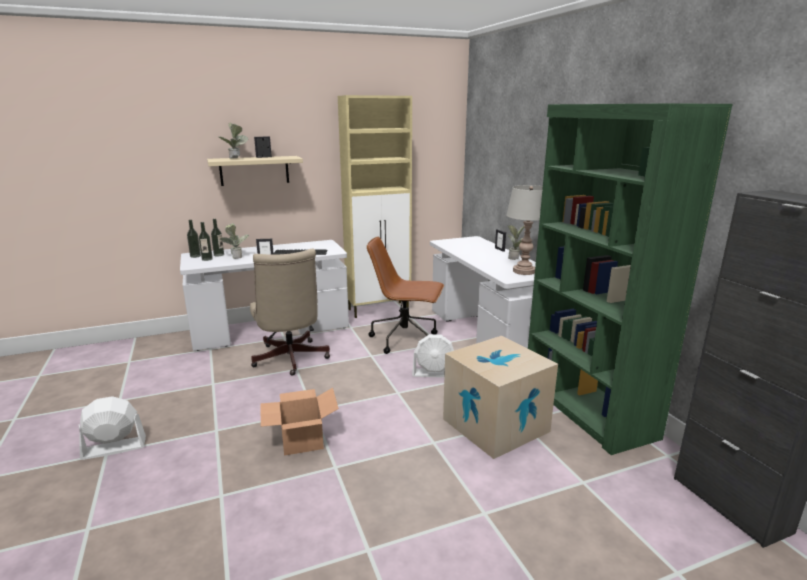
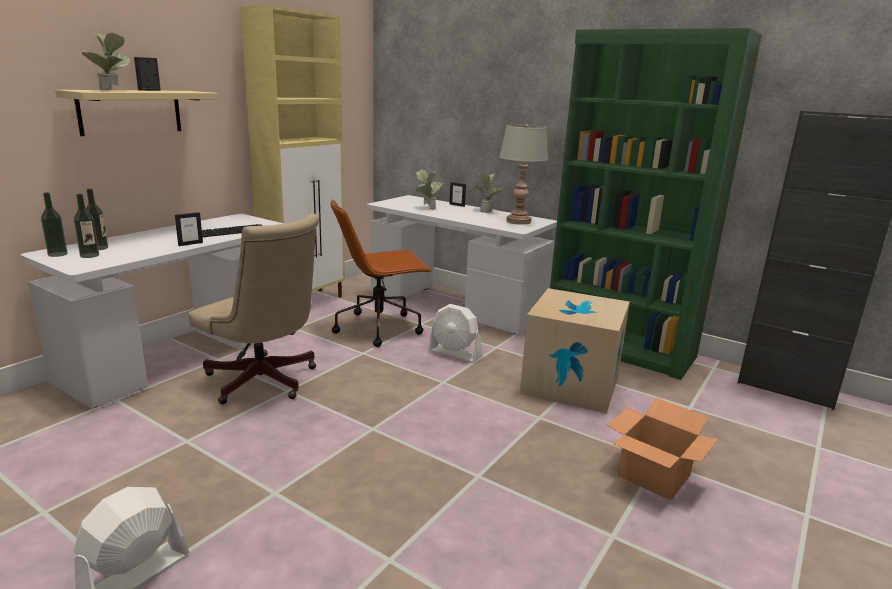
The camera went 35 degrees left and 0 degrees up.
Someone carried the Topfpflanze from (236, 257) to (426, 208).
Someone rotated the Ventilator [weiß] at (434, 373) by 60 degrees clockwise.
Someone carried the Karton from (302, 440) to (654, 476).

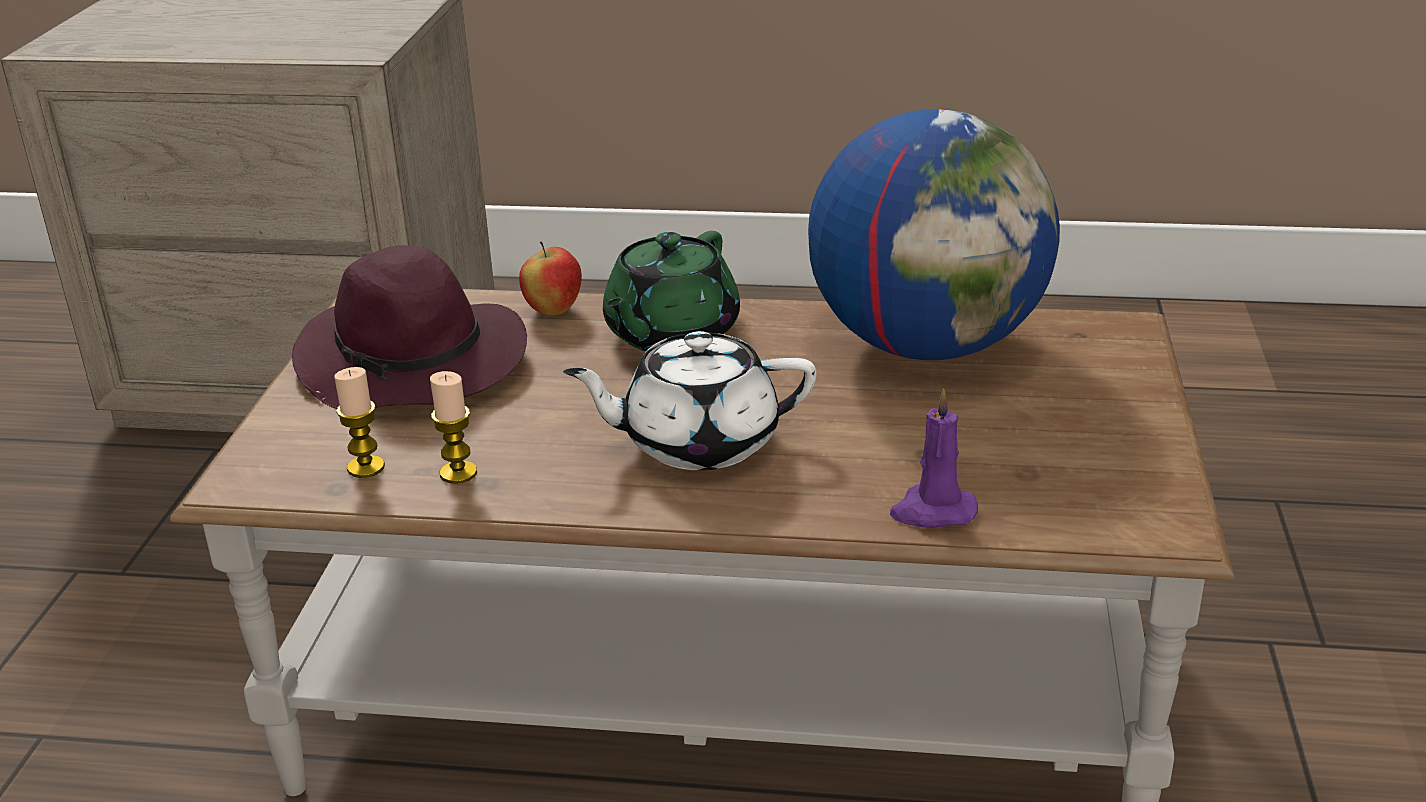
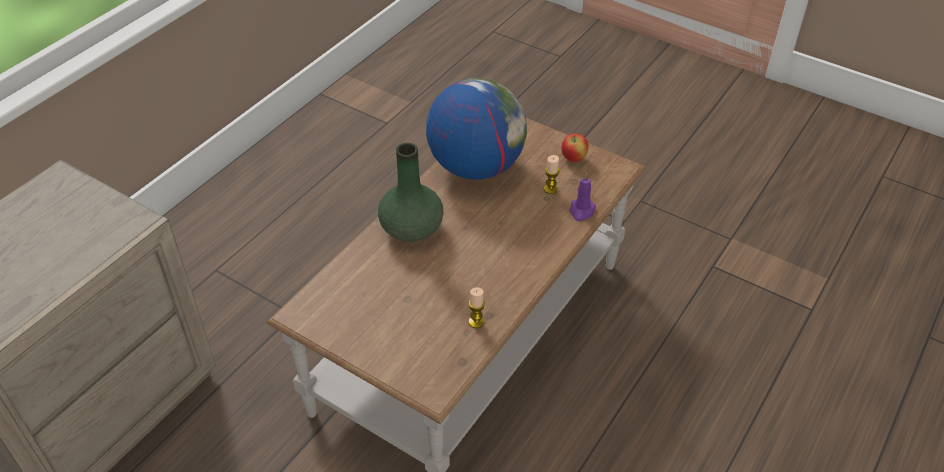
The camera went 65 degrees left and 15 degrees up.
Someone swapped the Teekanne [grün] at (670, 334) for the Vase [grün] at (412, 229).
Someone carried the Apfel from (553, 311) to (573, 159).
Someone took away the Hut [lila] at (414, 363).
Someone took away the Teekanne [weiß] at (697, 442).
Someone carried the Kerze from (366, 467) to (550, 189).

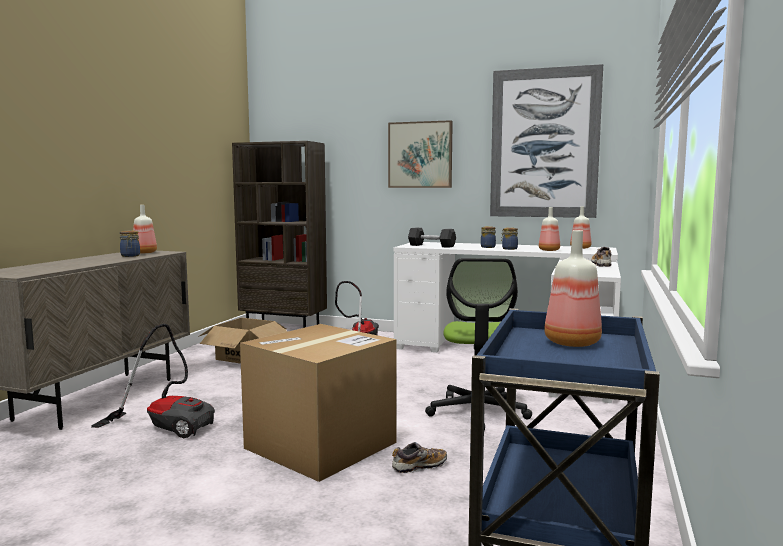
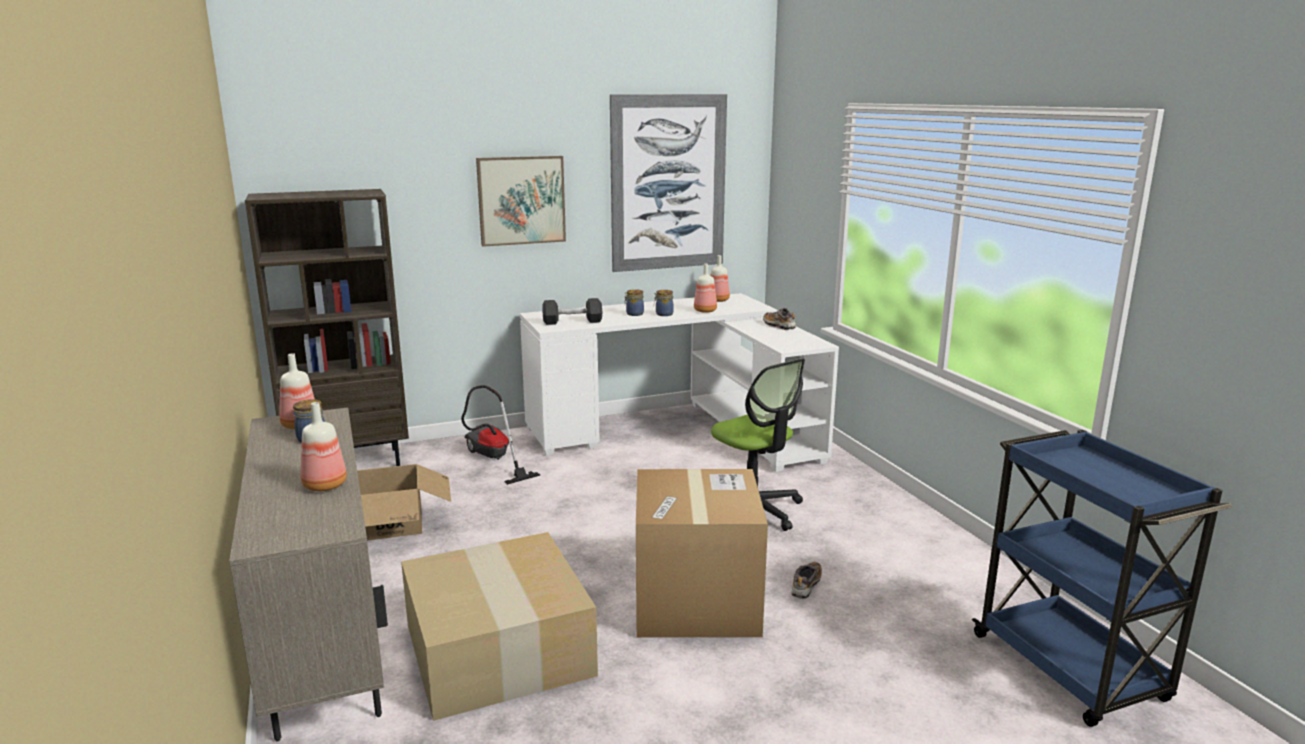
The camera went 40 degrees left and 10 degrees up.
Someone carried the Flasche from (570, 343) to (323, 486).
Someone swapped the Staubsauger at (167, 425) for the Karton at (501, 650).

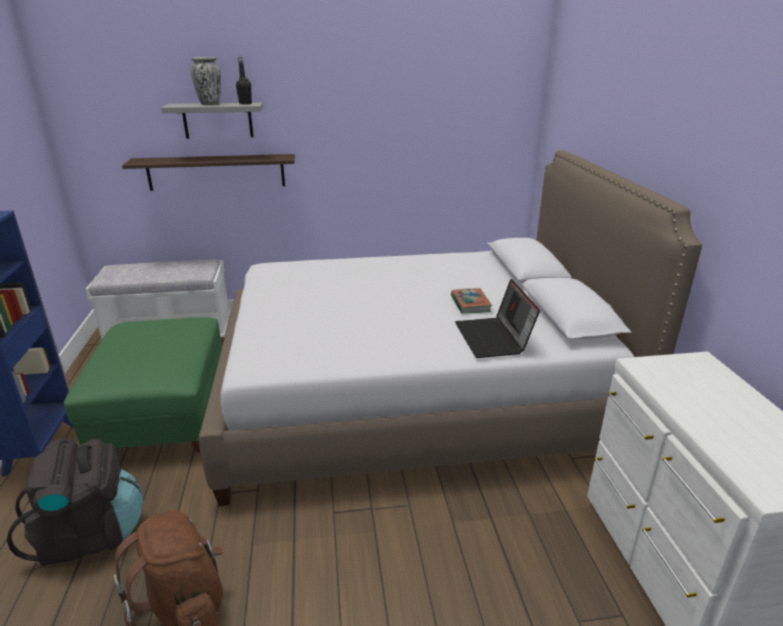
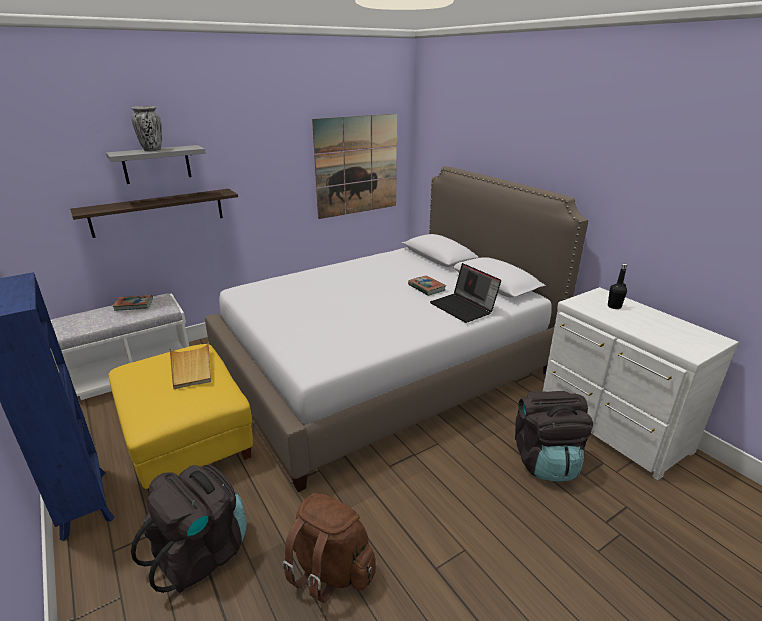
The camera went 25 degrees left and 0 degrees up.
Someone carried the Flasche [schwarz] from (245, 103) to (614, 306).
Someone repainted the Polsterhocker [grün] at (164, 416), which became the Polsterhocker [gelb] at (188, 441).
Someone put up the Bild at (357, 166).
Someone put down the Buch at (134, 305).
Someone put down the Tablett [beige] at (191, 367).
Someone put down the Rucksack [schwarz] at (545, 460).

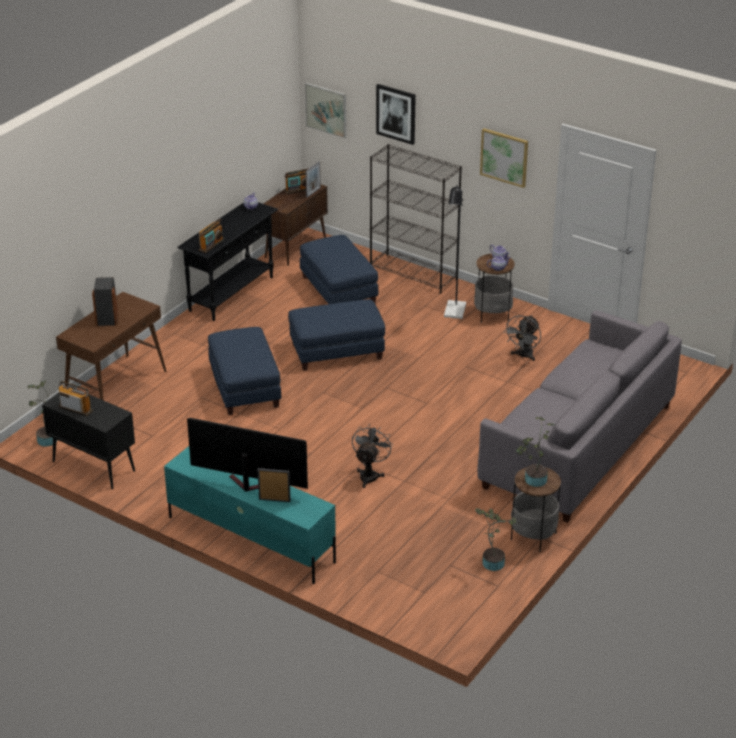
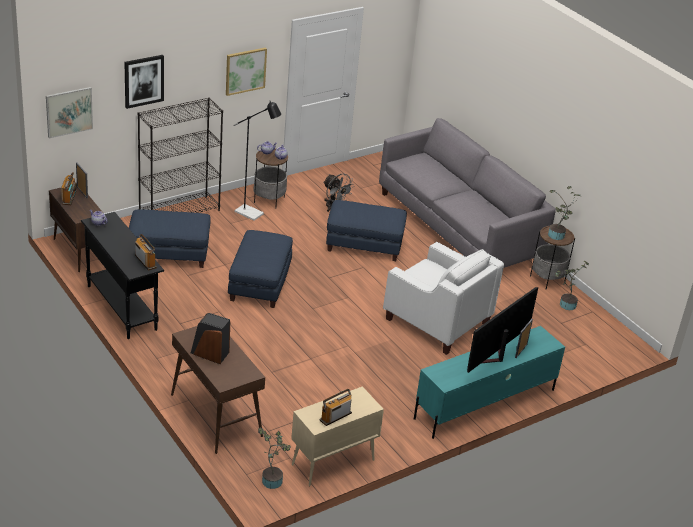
The camera went 70 degrees left and 0 degrees up.
Someone carried the Polsterhocker [blau] from (245, 388) to (364, 244).
Someone repainted the Schrank [schwarz] at (93, 466), which became the Schrank [beige] at (332, 463).
Someone swapped the Ventilator [grau] at (370, 474) for the Sessel [weiß] at (436, 322).

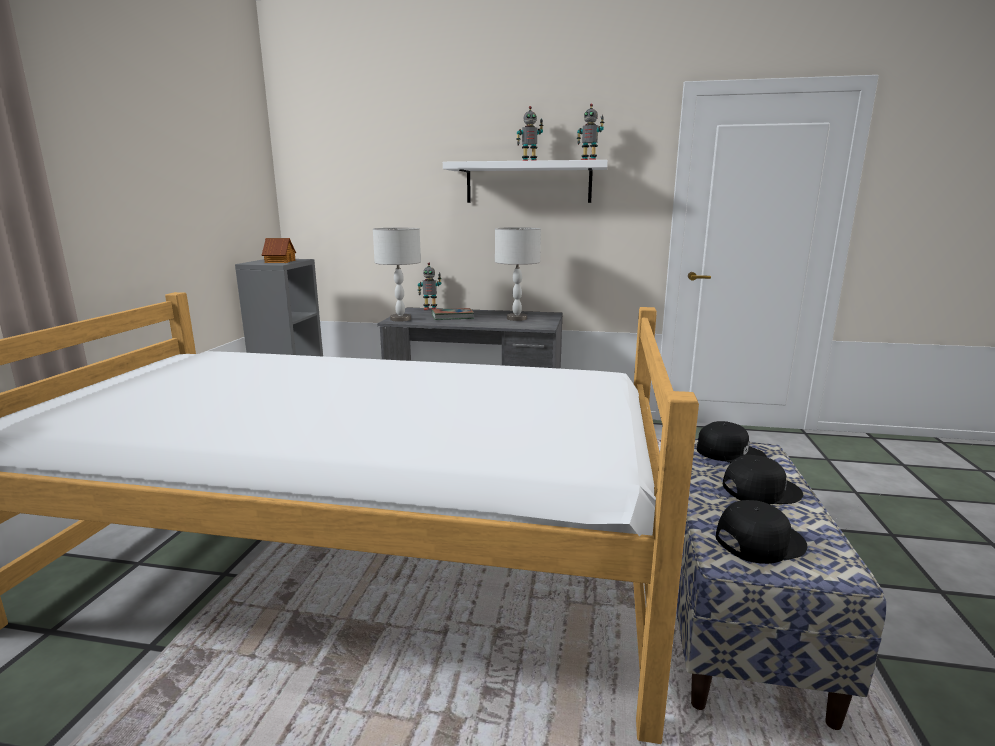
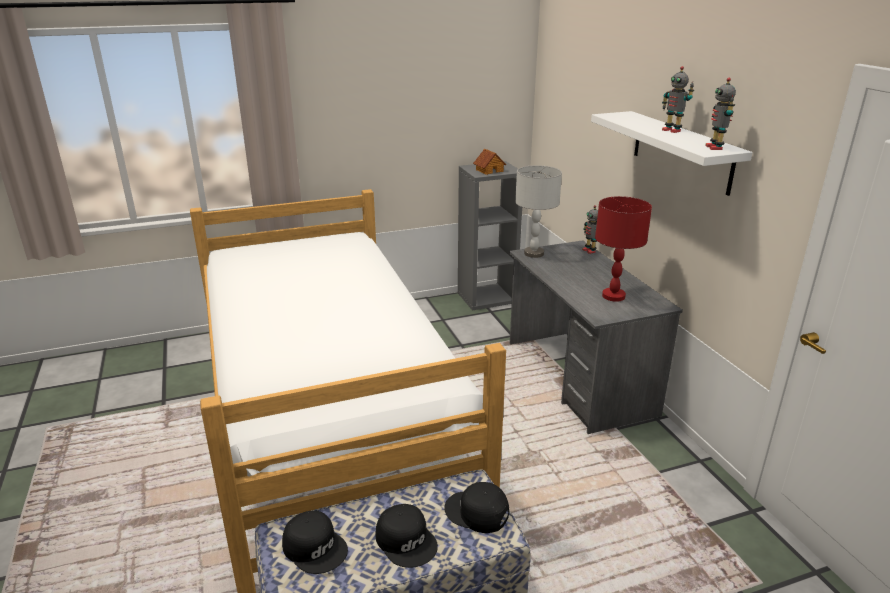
The camera went 60 degrees right and 10 degrees up.
Someone repainted the Tischlampe [grau] at (517, 318), which became the Tischlampe [rot] at (614, 296).
Someone took away the Buch at (452, 317).
Someone rotated the Kappe [schwarz] at (729, 452) by 120 degrees clockwise.

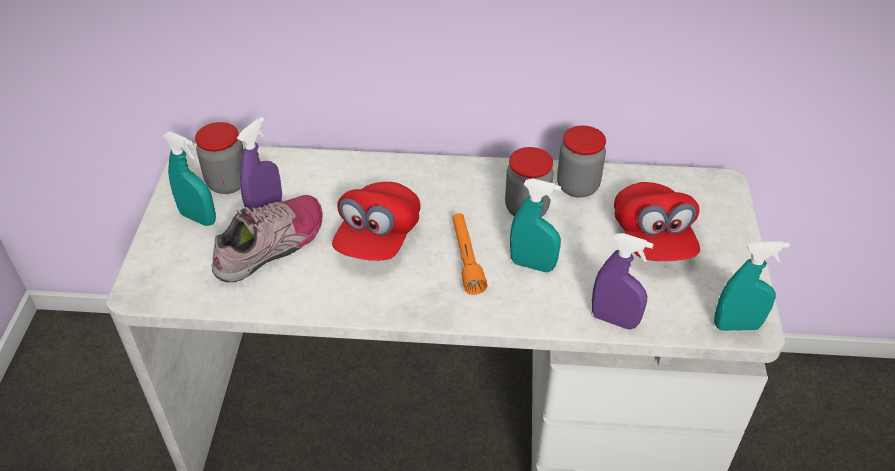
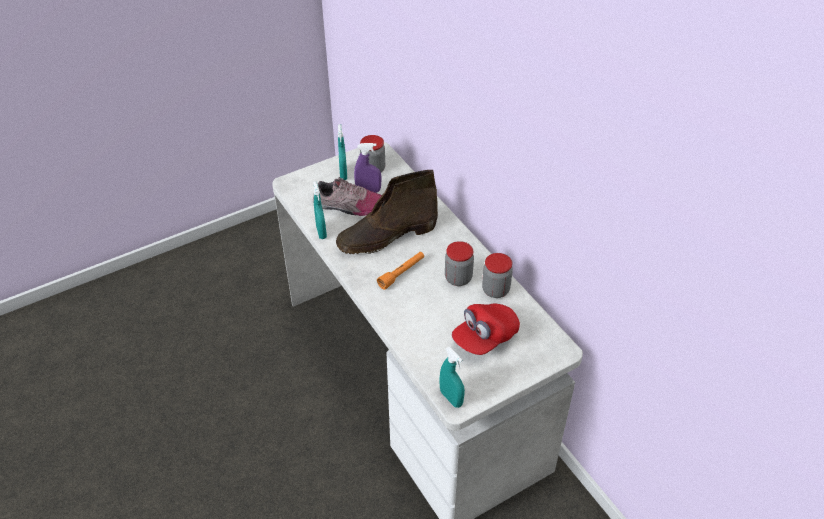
The camera went 55 degrees right and 0 degrees up.
Someone carried the Sprühflasche [türkis] from (532, 265) to (321, 232).
Someone swapped the Kappe [rot] at (378, 237) for the Stiefel [braun] at (386, 236).
Someone took away the Sprühflasche [lila] at (614, 320).

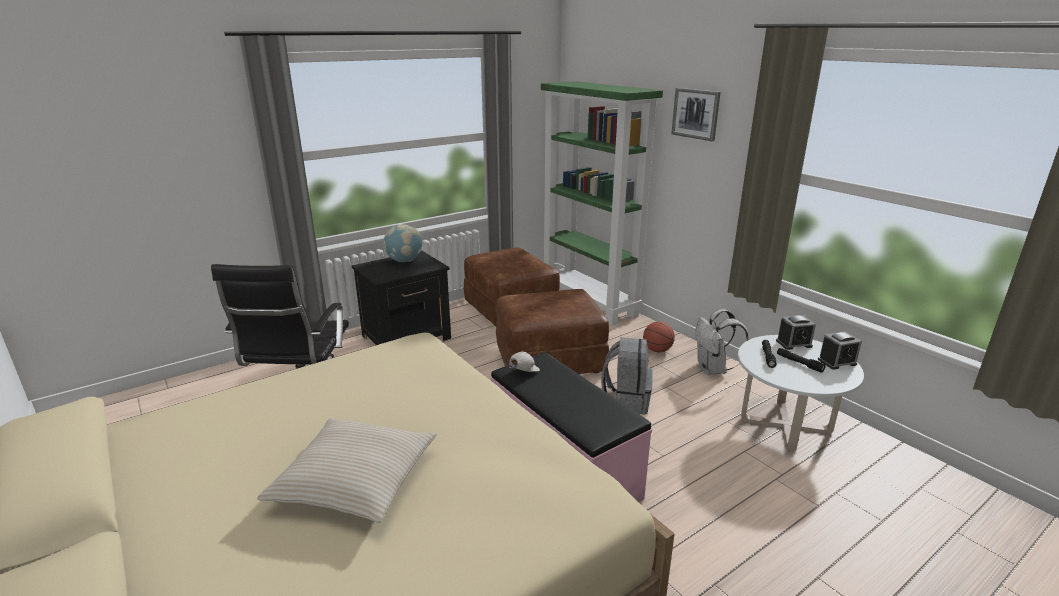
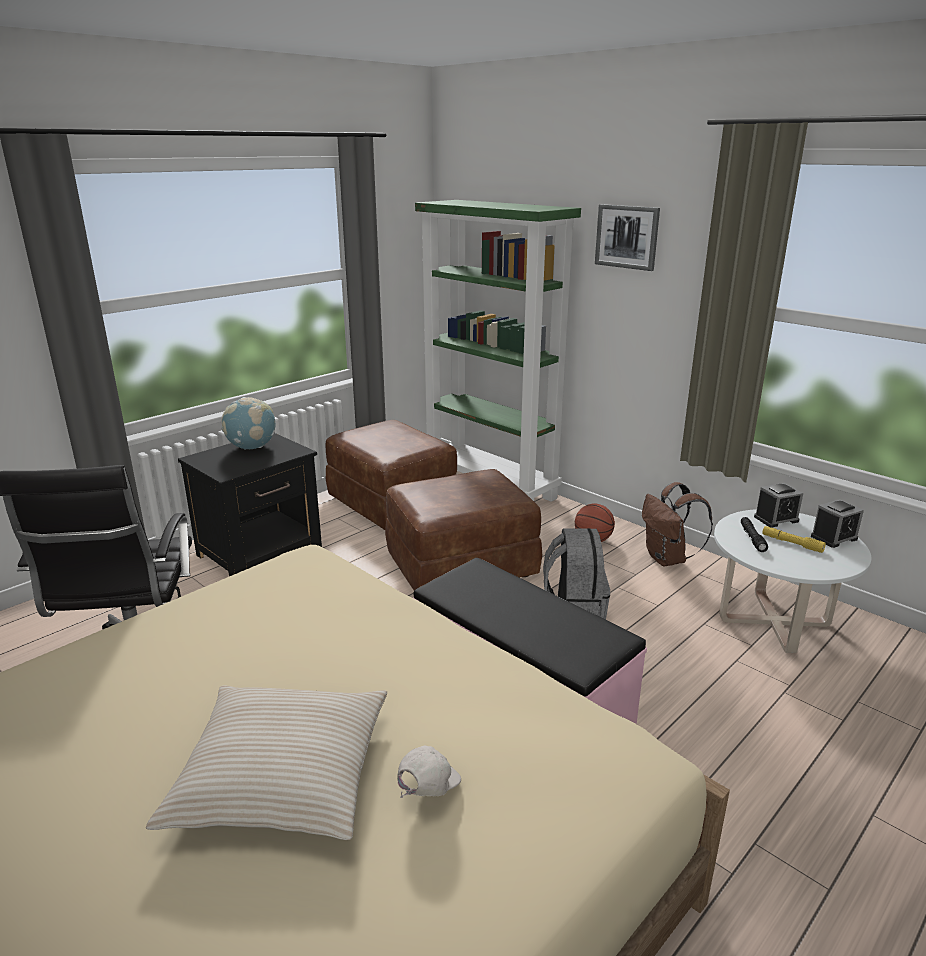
The camera went 10 degrees left and 0 degrees up.
Someone repainted the Rucksack [weiß] at (713, 369), which became the Rucksack [braun] at (668, 559).
Someone repainted the Taschenlampe [schwarz] at (799, 363), which became the Taschenlampe [gelb] at (791, 543).
Someone carried the Kappe [weiß] from (523, 372) to (427, 789).

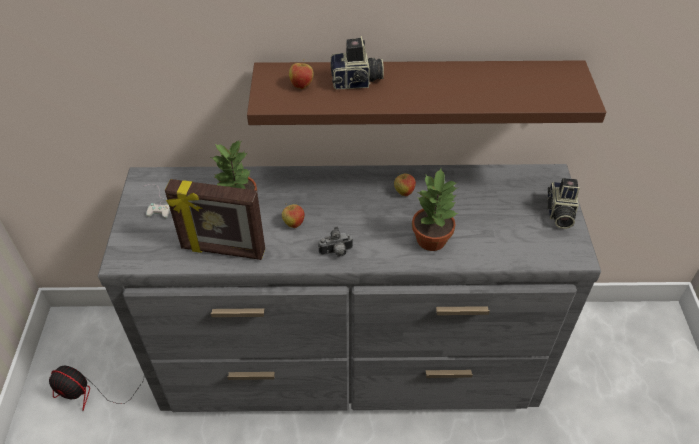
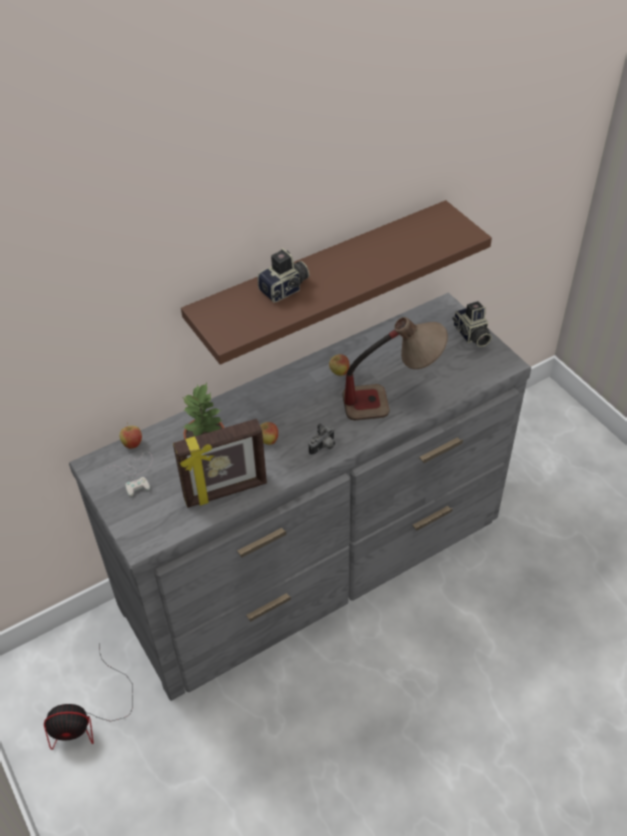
The camera went 30 degrees left and 0 degrees up.
Someone carried the Apfel from (301, 85) to (132, 444).
Someone swapped the Topfpflanze at (432, 239) for the Tischlampe at (391, 401).

